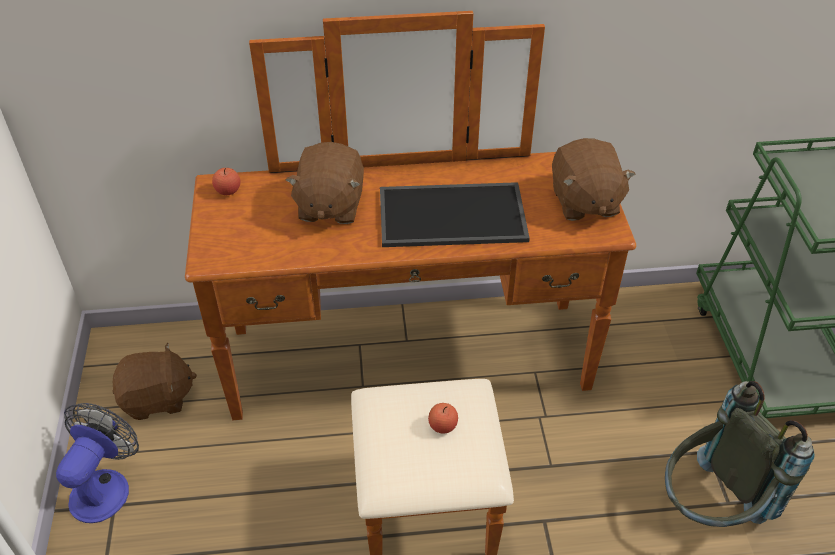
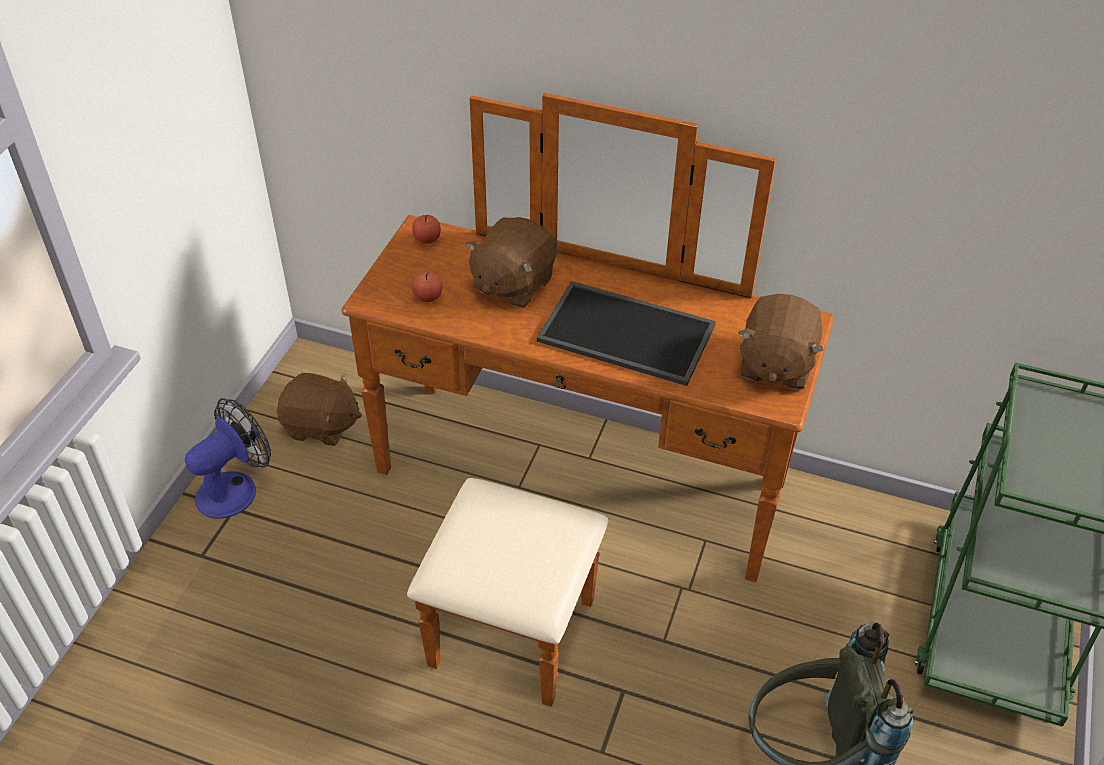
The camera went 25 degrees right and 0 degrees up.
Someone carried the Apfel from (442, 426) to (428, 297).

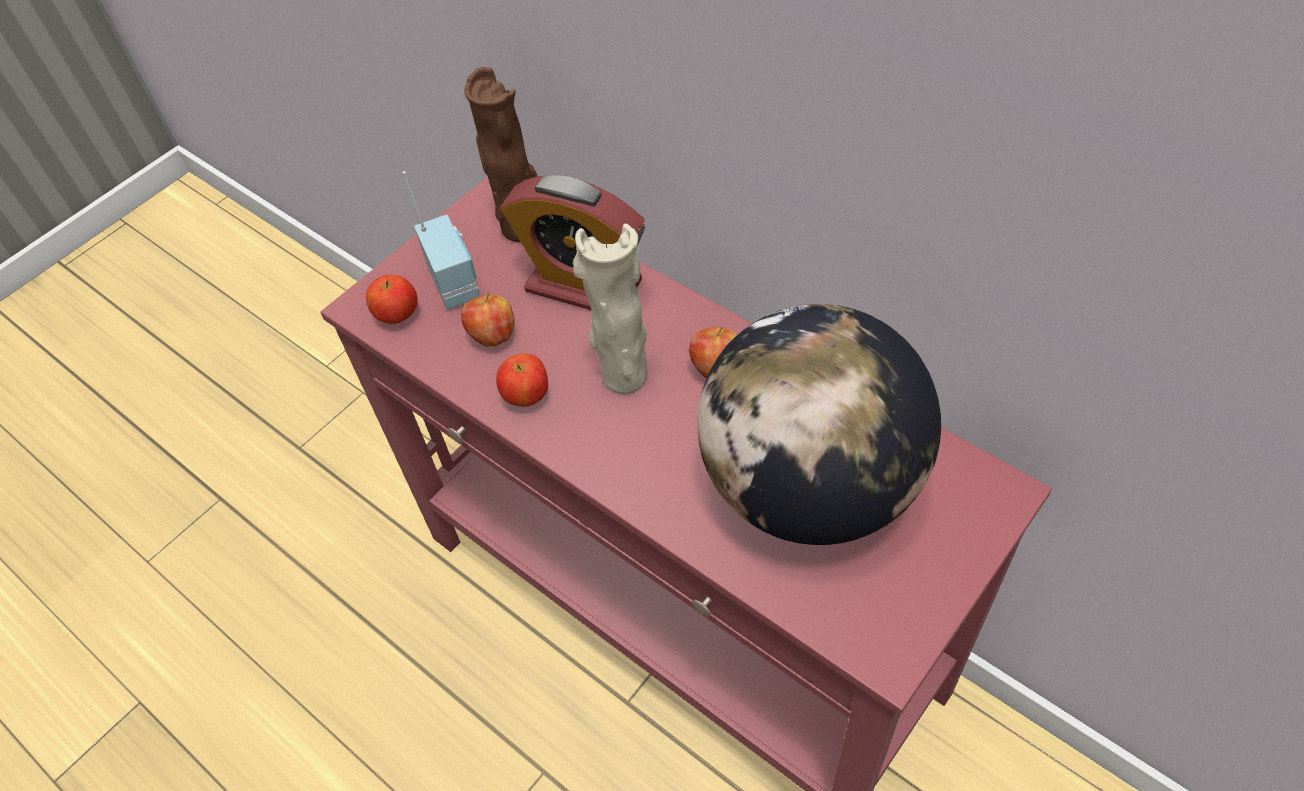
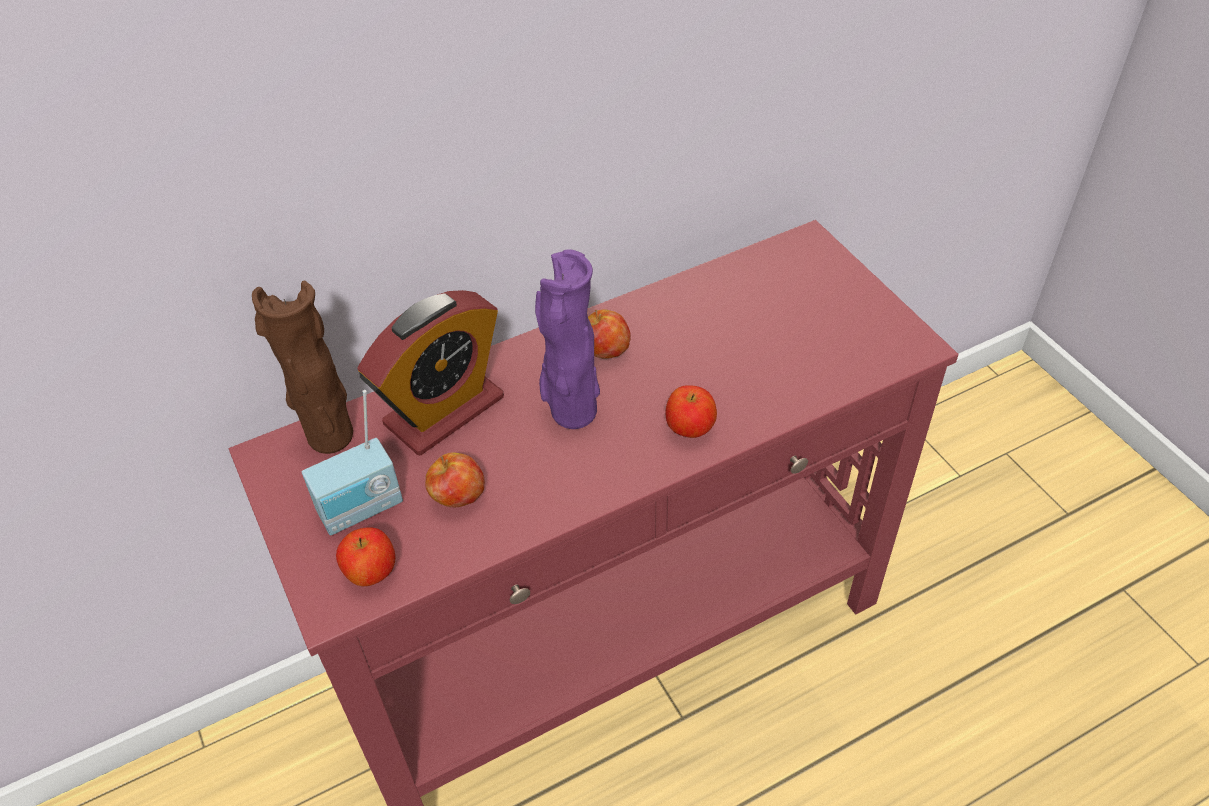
The camera went 70 degrees left and 5 degrees down.
Someone rotated the Radio at (456, 282) by 150 degrees clockwise.
Someone repainted the Vase [beige] at (624, 375), which became the Vase [lila] at (571, 413).
Someone took away the Globus at (809, 486).
Someone carried the Apfel from (527, 396) to (690, 428).

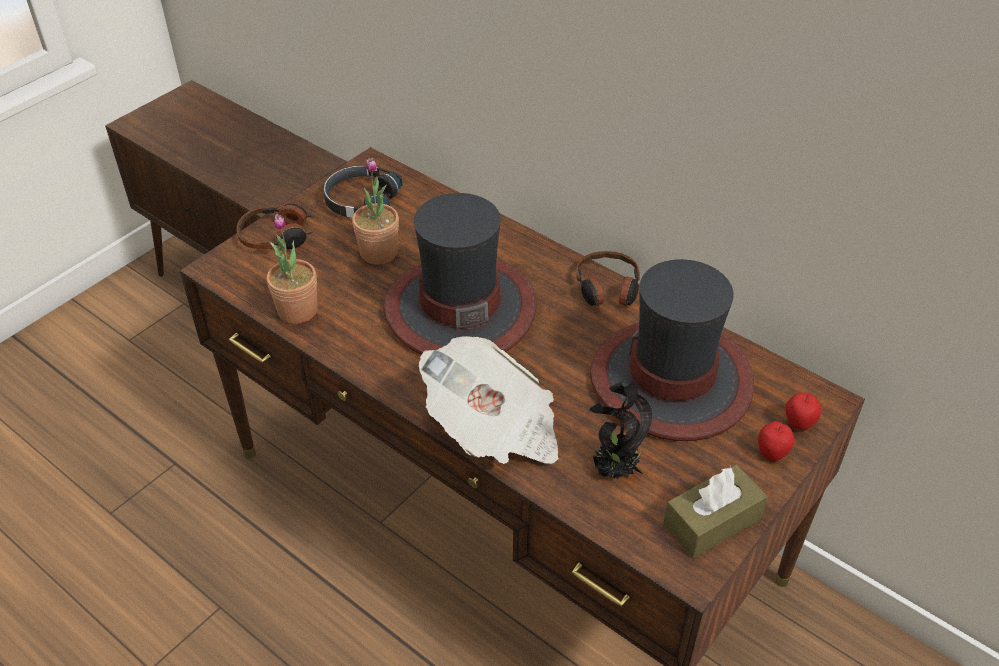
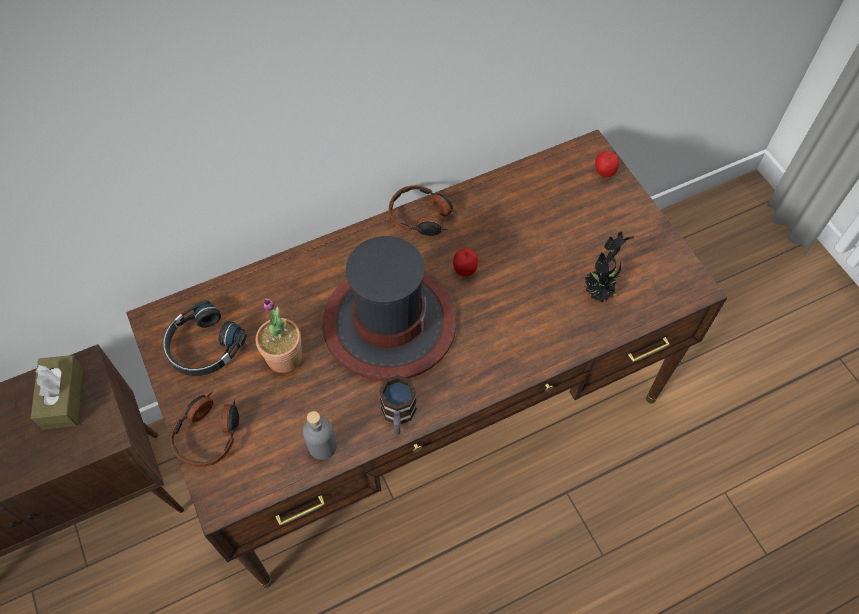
The camera went 65 degrees left and 15 degrees up.
Someone swapped the Topfpflanze at (297, 310) for the Flasche [grau] at (322, 446).
Someone took away the Hut at (671, 380).
Someone took away the Zeitung at (494, 429).
Someone carried the Apfel from (772, 454) to (465, 271).
Someone carried the Taschentuchbox [braun] from (712, 522) to (63, 398).
Someone put down the Henkelbecher at (398, 415).

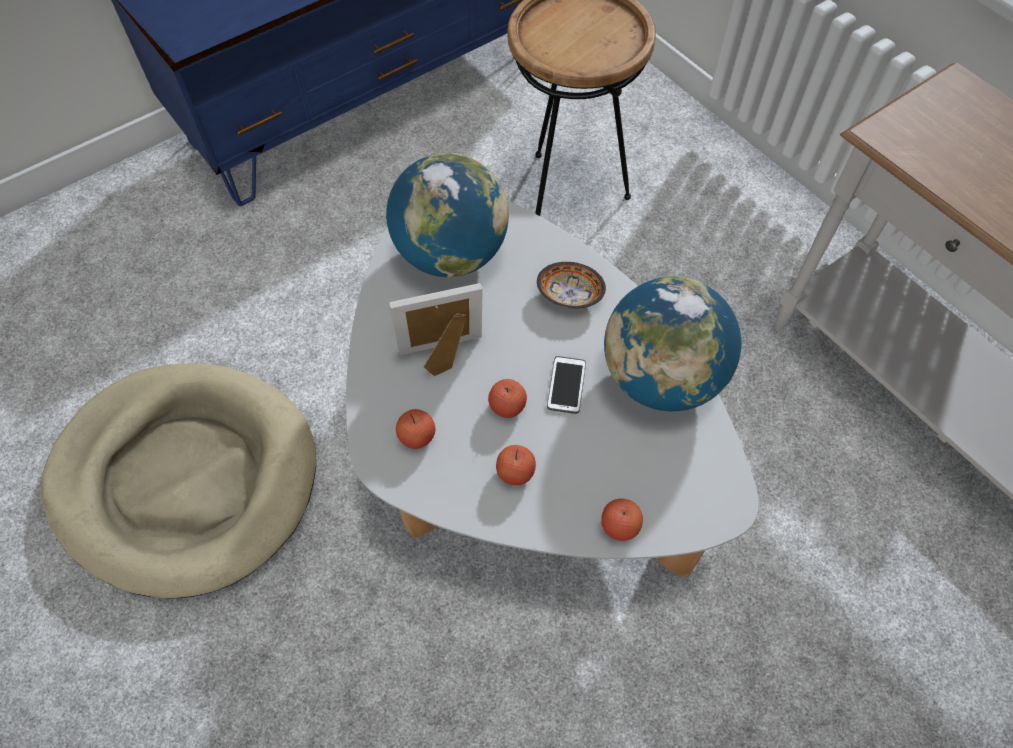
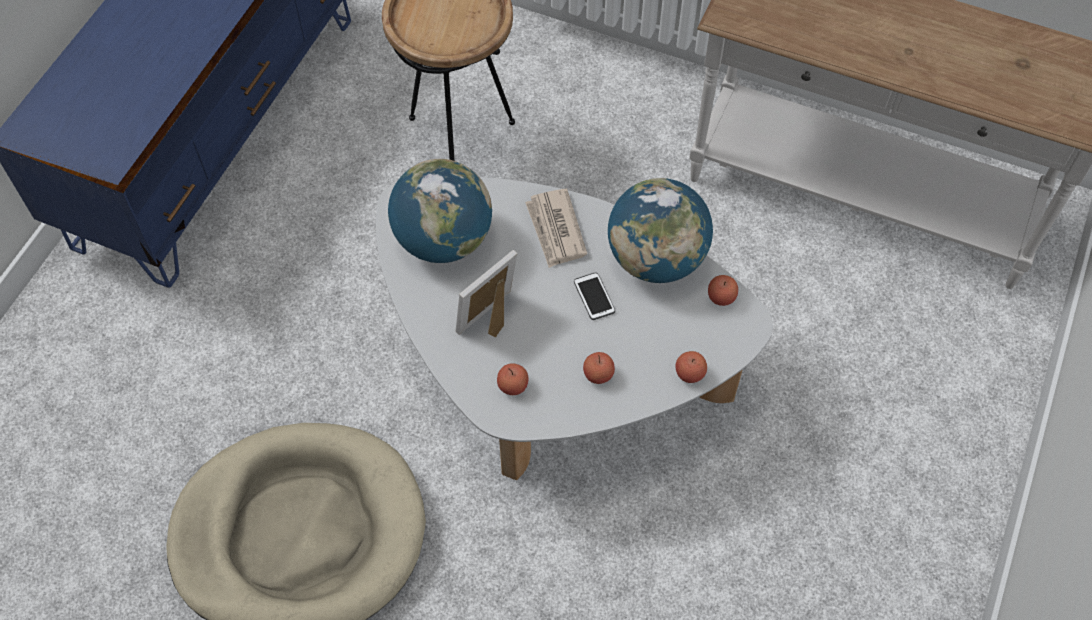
The camera went 30 degrees left and 0 degrees up.
Someone swapped the Schüssel at (570, 297) for the Zeitung at (555, 230).
Someone carried the Apfel from (507, 406) to (721, 297).

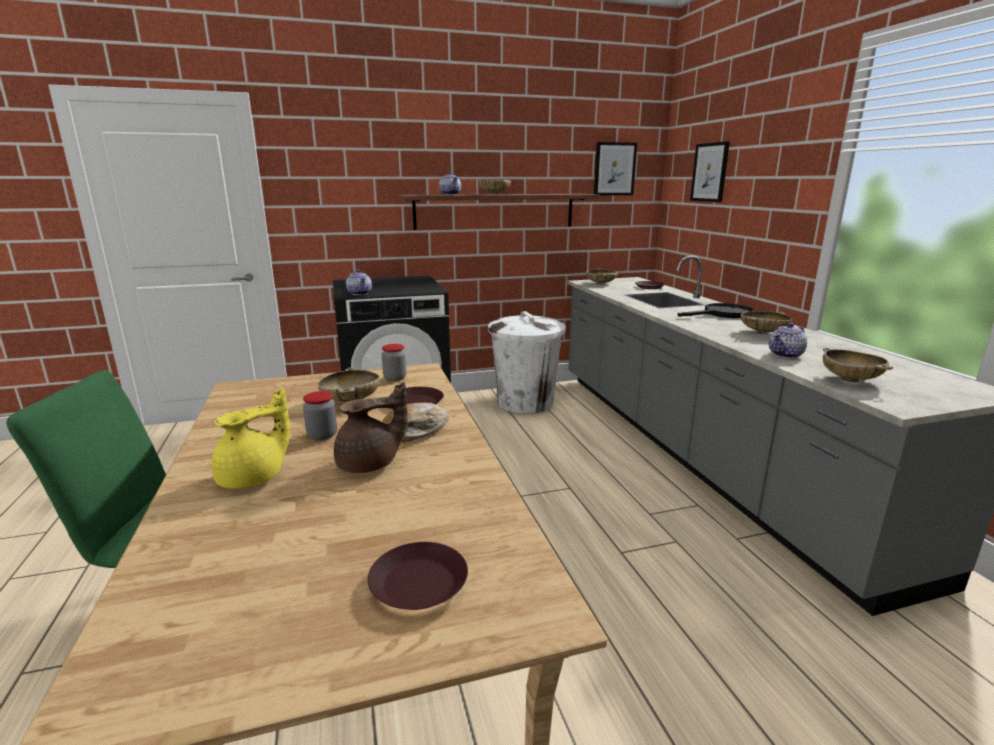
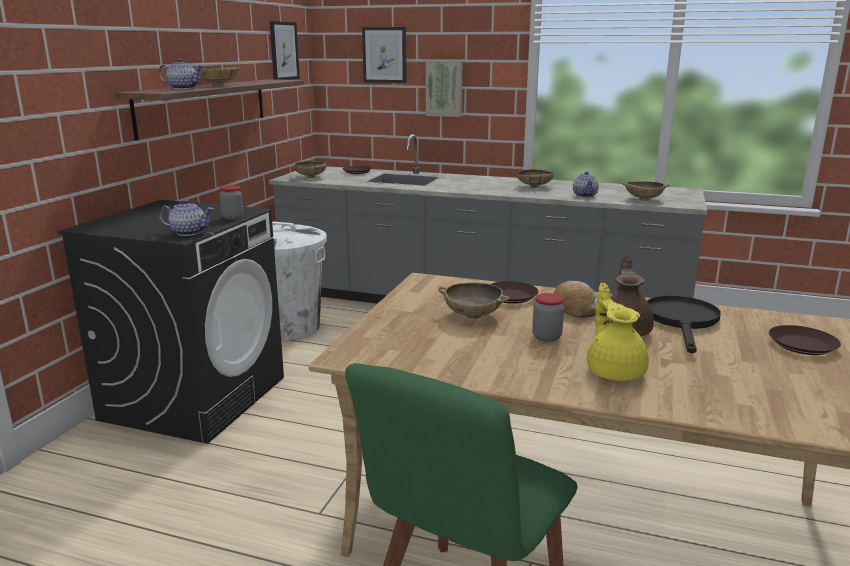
The camera went 55 degrees left and 0 degrees up.
Someone carried the Pfanne [schwarz] from (722, 314) to (682, 321).
Someone carried the Vorratsglas from (395, 378) to (232, 217).
Someone put up the Bild at (444, 88).

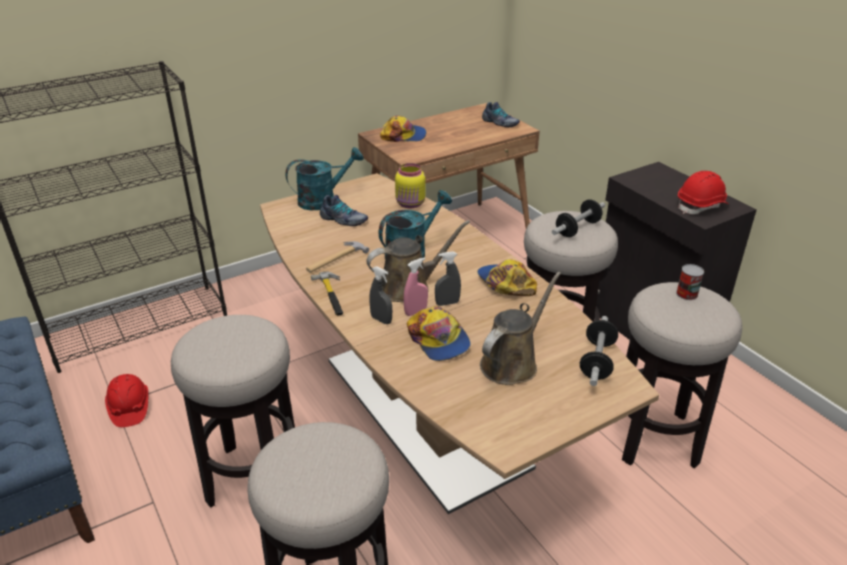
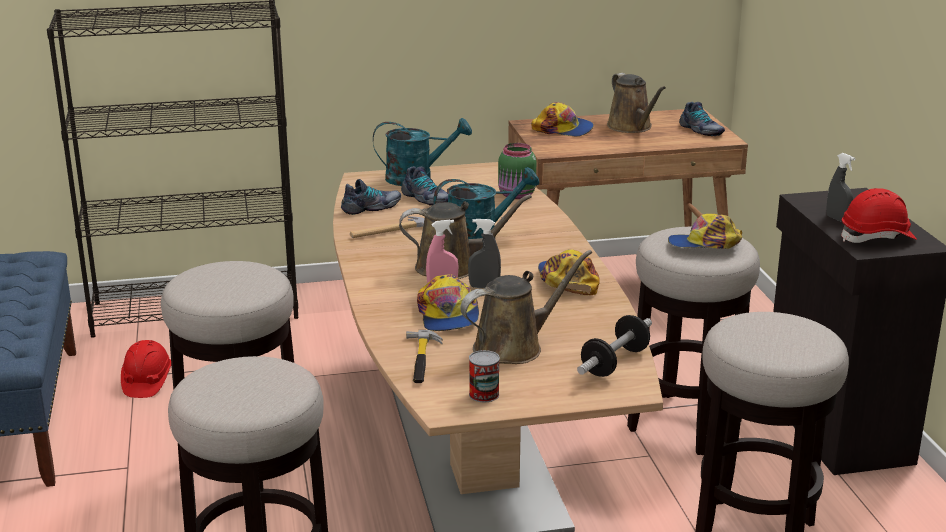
The camera went 20 degrees right and 10 degrees down.
Someone repainted the Vorratsglas [gelb] at (410, 204), which became the Vorratsglas [grün] at (517, 195).
Someone swapped the Hantel at (577, 229) for the Kappe at (704, 245).
Someone carried the Dose from (687, 294) to (484, 394).
Someone carried the Sprühflasche [grau] from (381, 320) to (837, 219).
Someone carried the Hammer from (331, 295) to (422, 360).
Someone put down the Gießkanne [braun] at (631, 127).
Someone put down the Schuh at (372, 207).

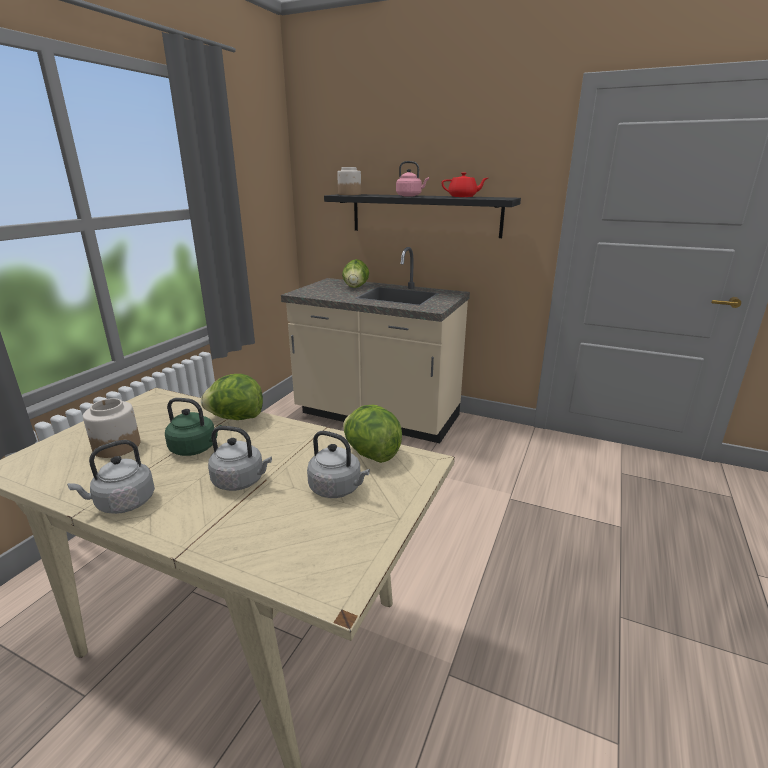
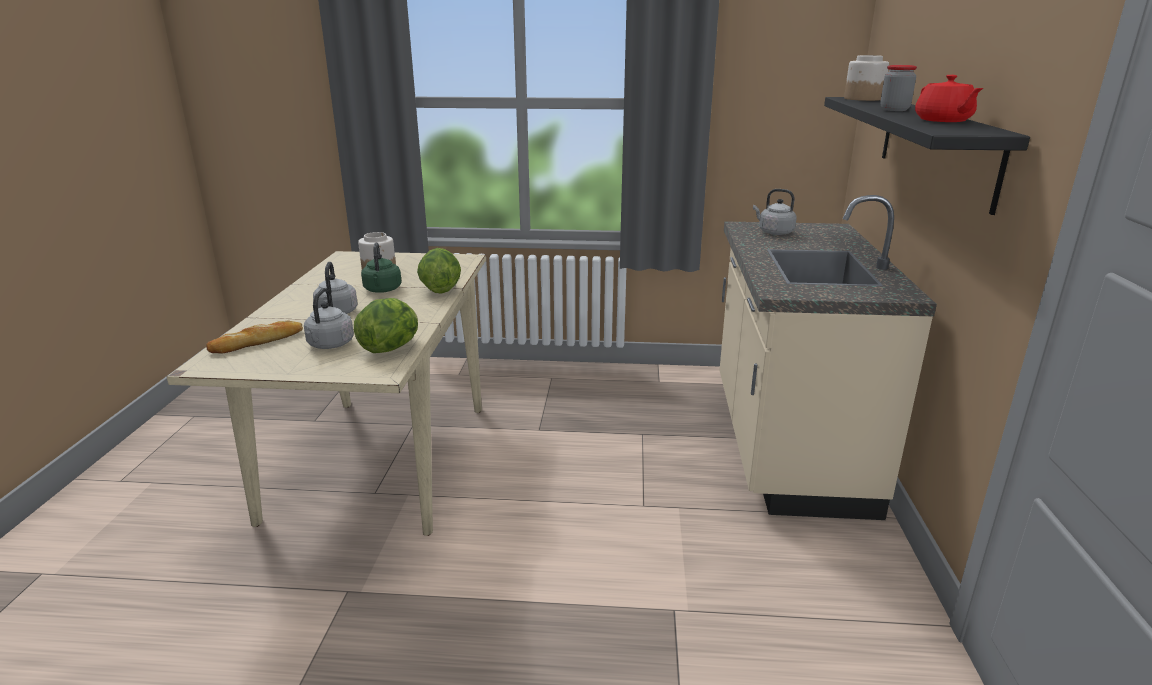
The camera went 70 degrees right and 0 degrees up.
Someone swapped the Wasserkessel [rosa] at (410, 196) for the Vorratsglas at (894, 110).
Someone took away the Salatkopf at (356, 287).
Someone carried the Wasserkessel [grau] from (122, 503) to (774, 232).
Someone put down the Brot at (258, 342).

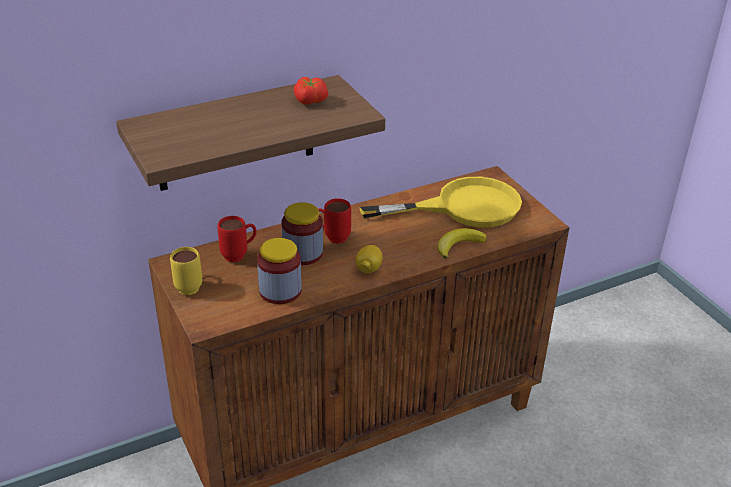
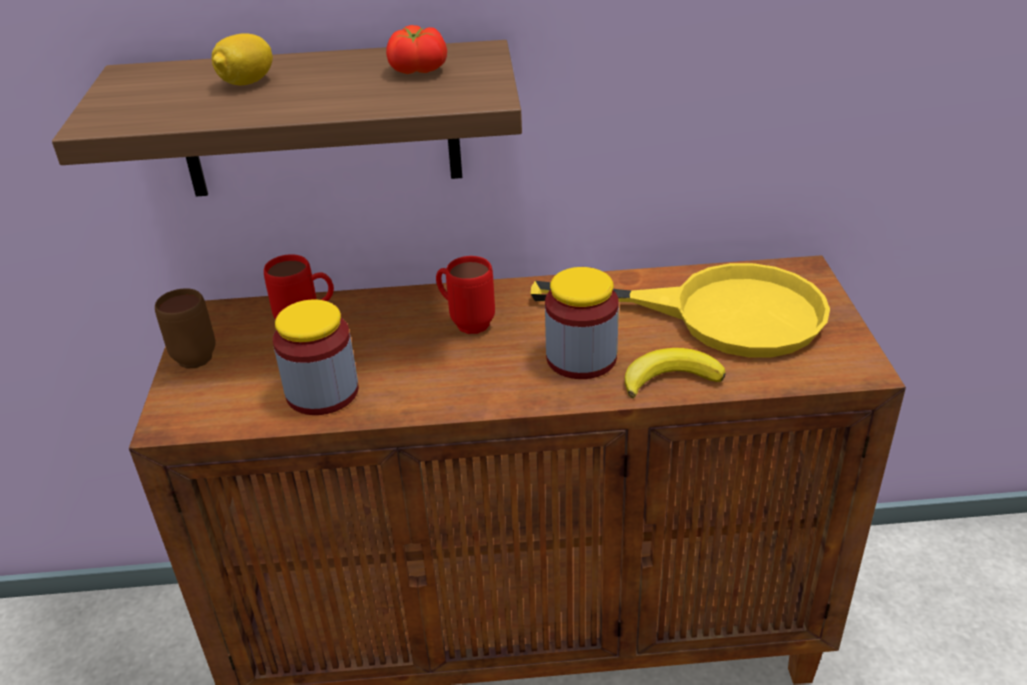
The camera went 25 degrees right and 0 degrees up.
Someone carried the Vorratsglas from (303, 253) to (581, 358).
Someone carried the Zitrone from (368, 269) to (247, 83).
Someone repainted the Henkelbecher [gelb] at (188, 285), which became the Henkelbecher [braun] at (199, 353).

